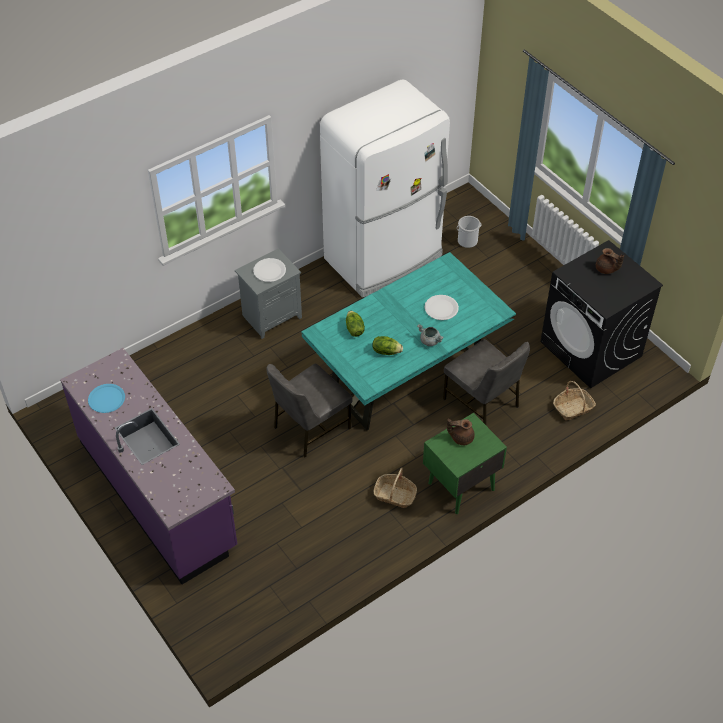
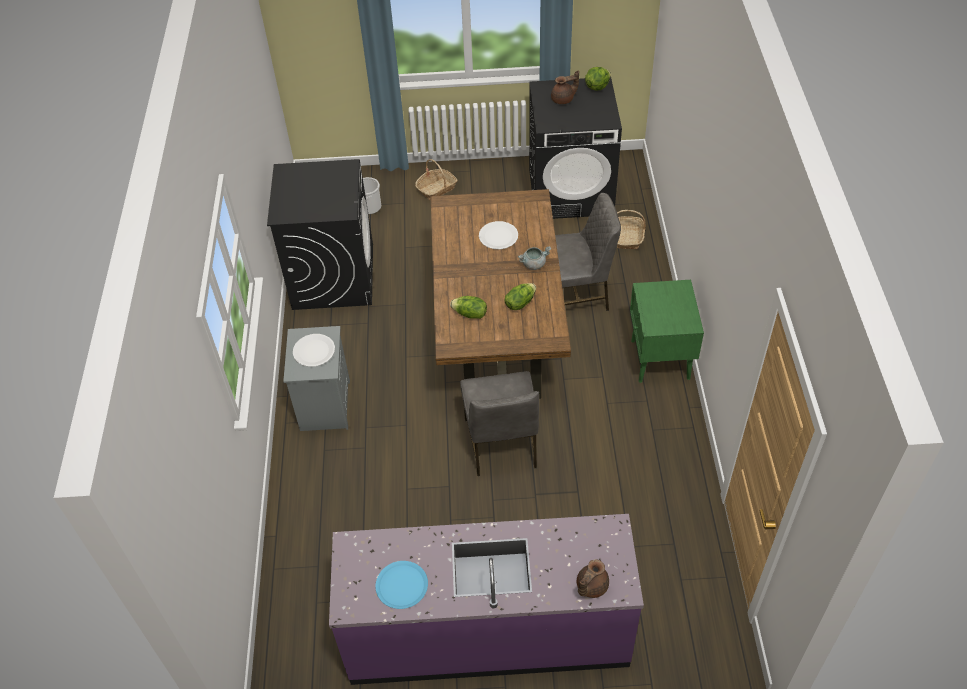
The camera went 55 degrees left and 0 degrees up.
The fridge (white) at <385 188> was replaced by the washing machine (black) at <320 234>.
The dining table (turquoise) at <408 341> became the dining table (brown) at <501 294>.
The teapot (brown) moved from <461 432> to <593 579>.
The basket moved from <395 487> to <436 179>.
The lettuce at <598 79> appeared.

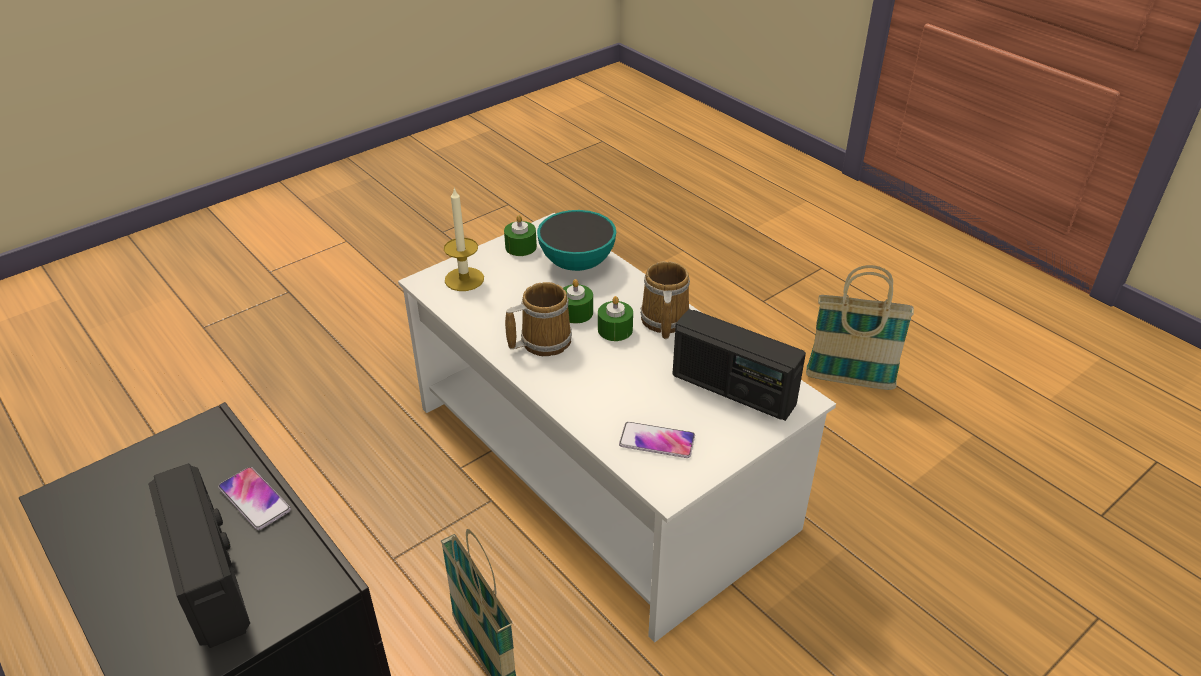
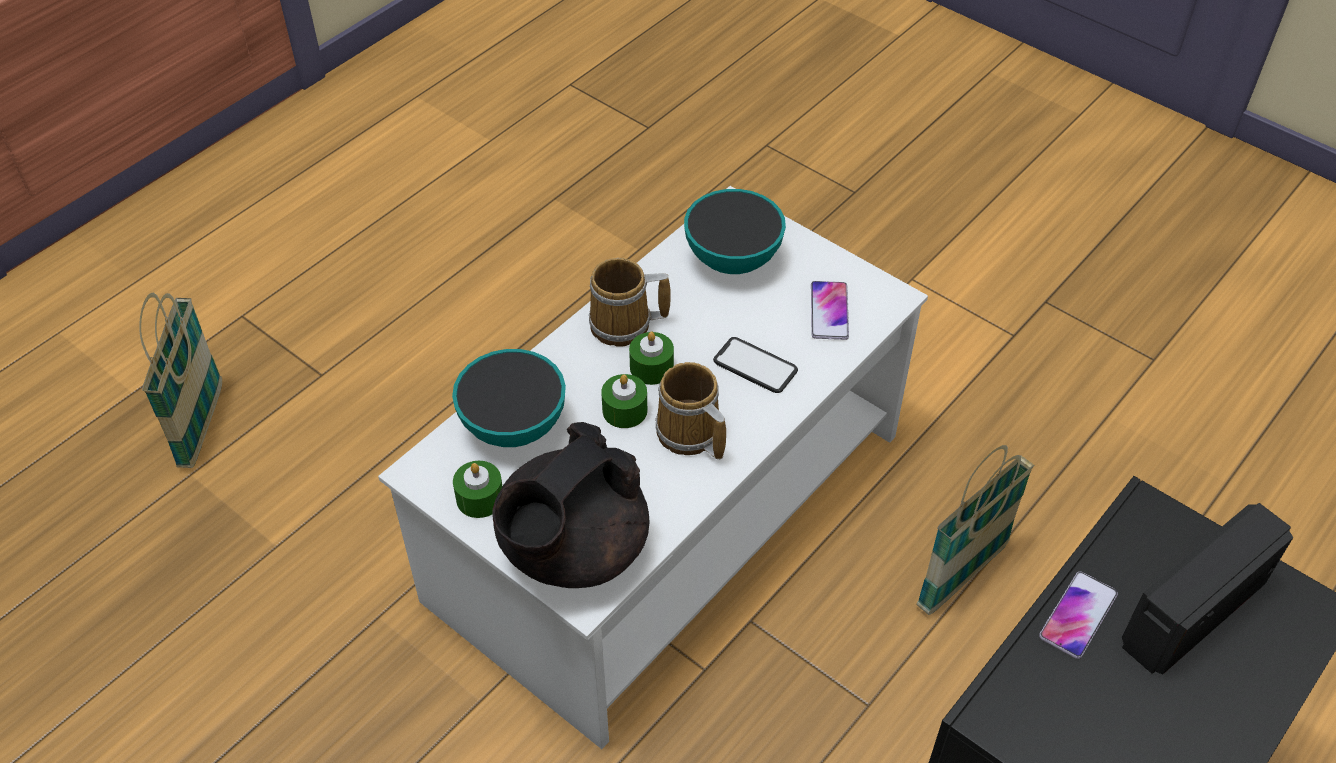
The camera went 100 degrees left and 10 degrees up.
The candle at <464 239> was replaced by the teapot (black) at <571 505>.
The basket moved from <860 327> to <180 380>.
The radio at <739 365> was replaced by the bowl at <735 231>.
The phone at <755 365> appeared.

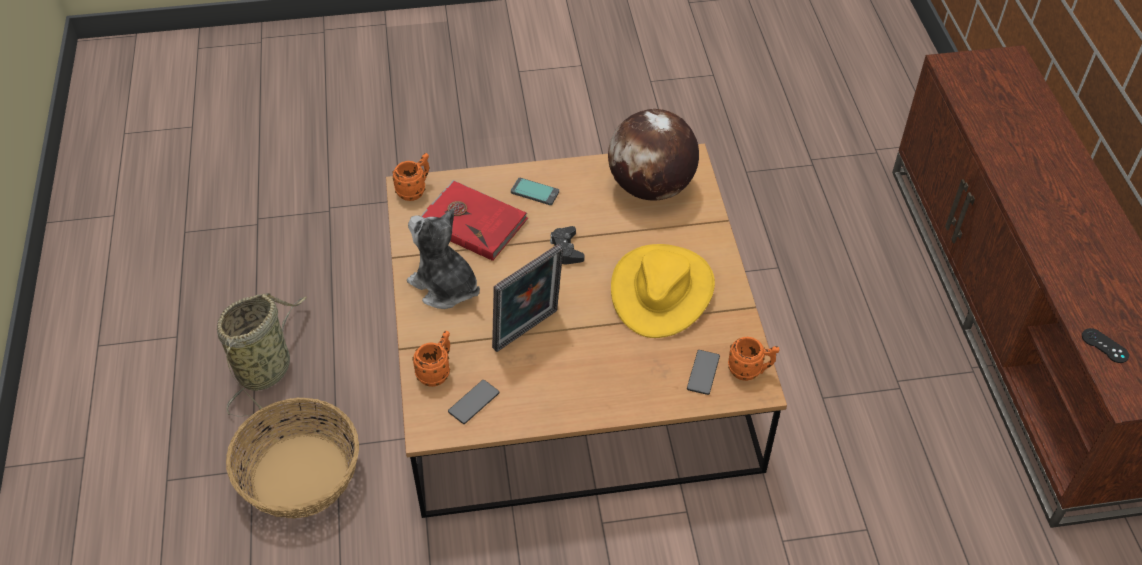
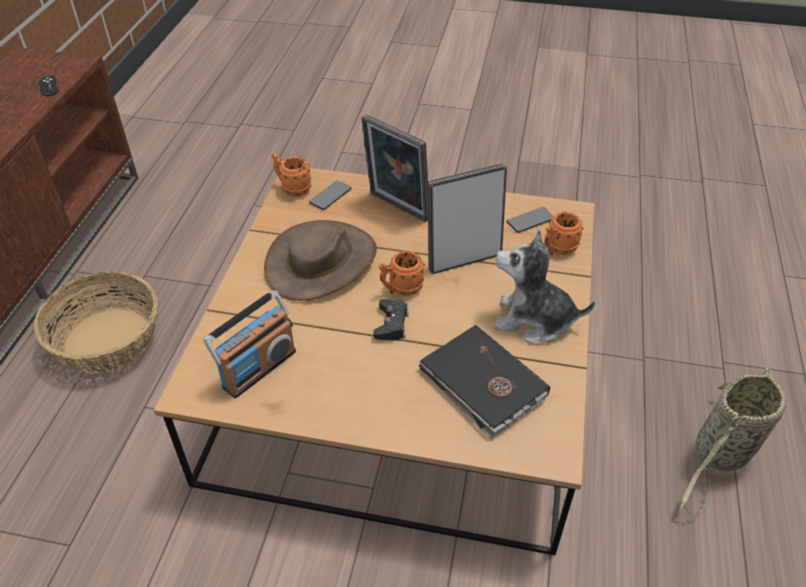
The camera went 160 degrees left and 5 degrees down.
The globe at <653 155> was replaced by the radio at <249 344>.
The mug (orange) moved from <411 177> to <401 273>.
The phone at <535 191> disappeared.
The book (red) at <474 220> became the book (black) at <484 381>.
The plush toy at <443 258> turned 135 degrees clockwise.
The hat (yellow) at <663 291> became the hat (brown) at <320 260>.
The basket moved from <292 457> to <96 322>.
The picture frame at <394 168> appeared.

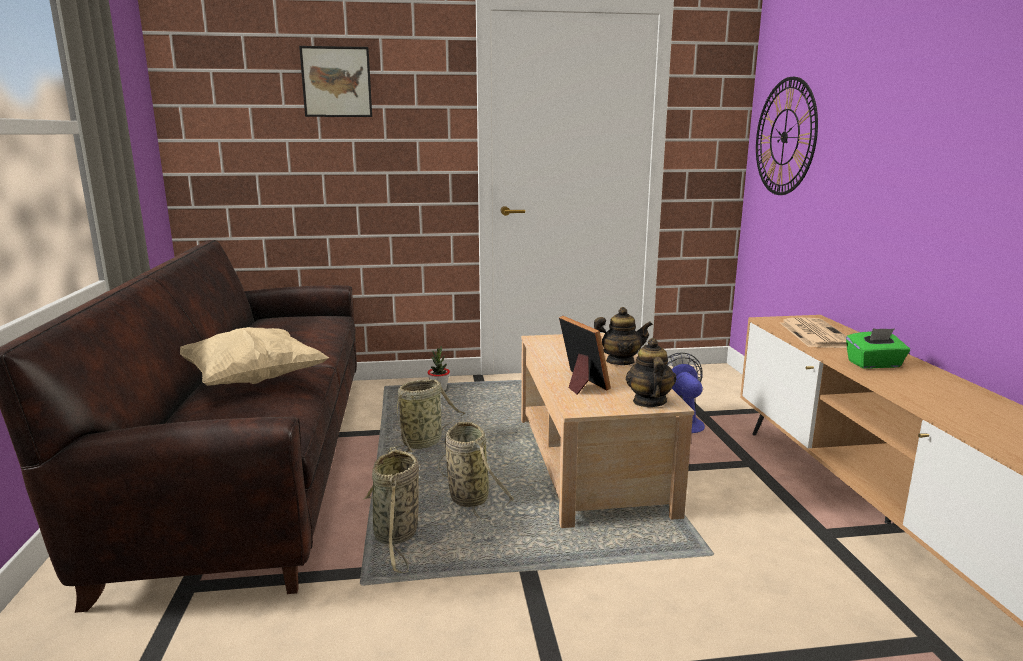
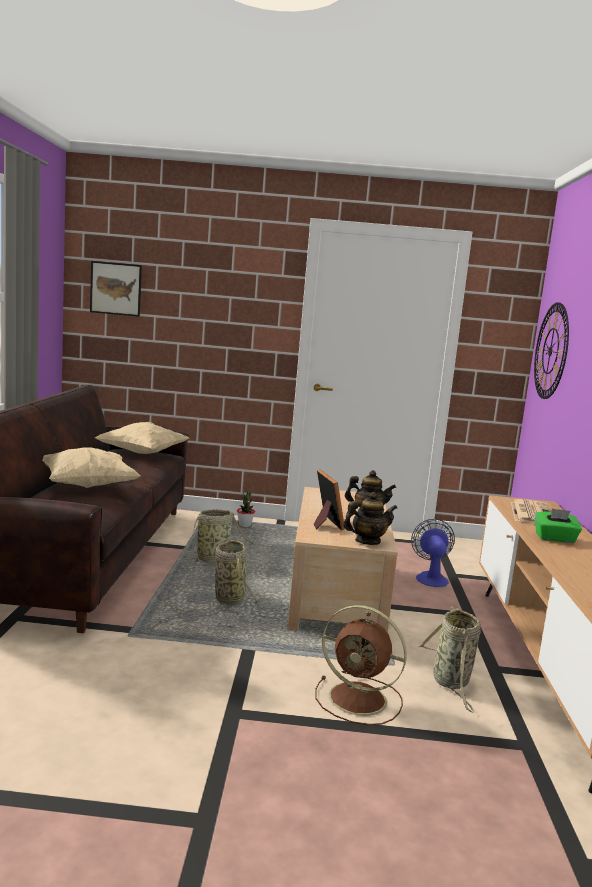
The camera went 10 degrees right and 5 degrees down.
The picture moved from <335 81> to <116 289>.
The teapot at <651 372> turned 60 degrees clockwise.
The basket moved from <391 510> to <450 659>.
The pillow (beige) at <142 438> appeared.
The fan (brown) at <361 665> appeared.

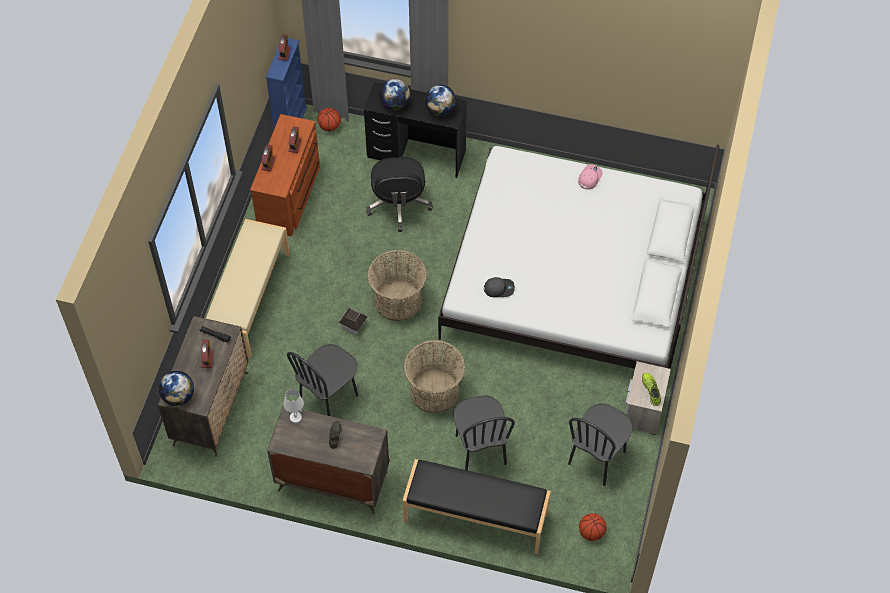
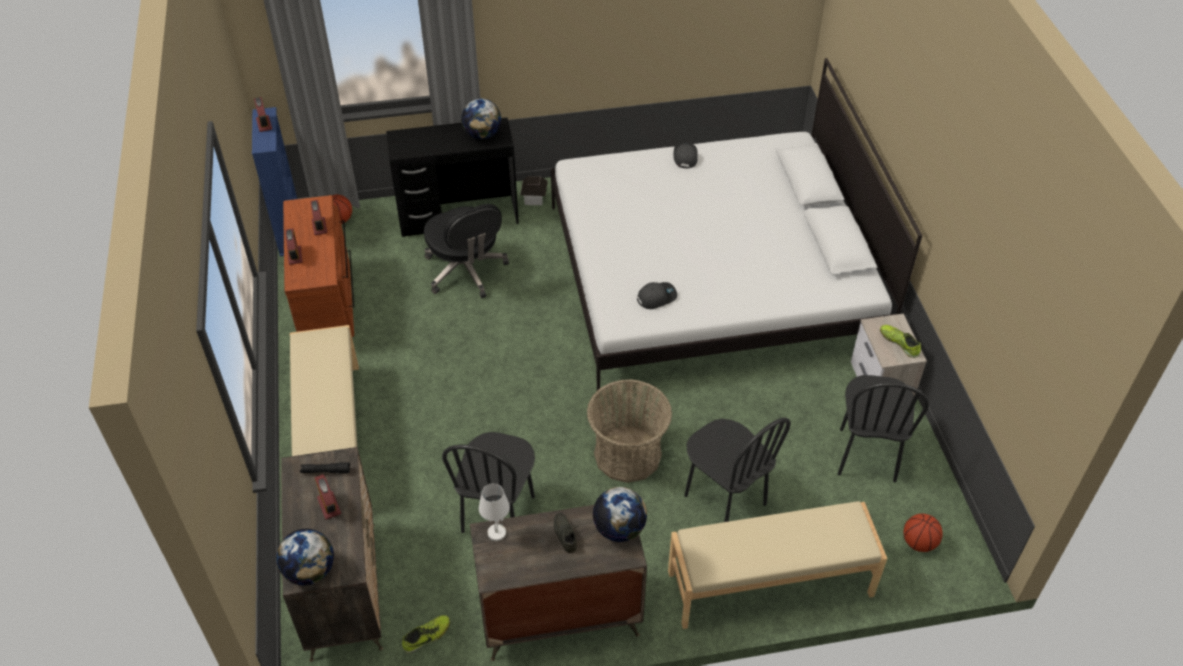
The camera went 25 degrees left and 10 degrees down.
The globe moved from <394 94> to <620 514>.
The cap (pink) at <590 176> became the cap (grey) at <685 155>.
The basket at <397 286> disappeared.
The toy house moved from <353 321> to <534 190>.
The bench (black) at <477 506> became the bench (beige) at <777 565>.
The shoe at <426 634> appeared.

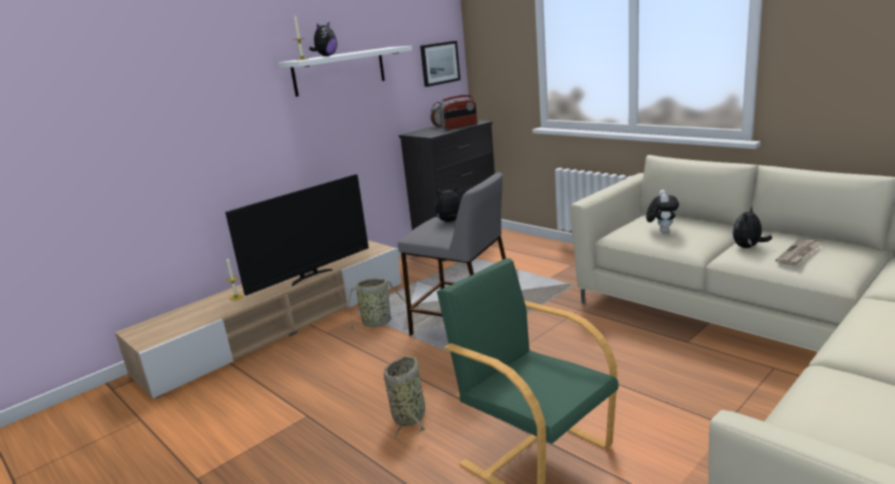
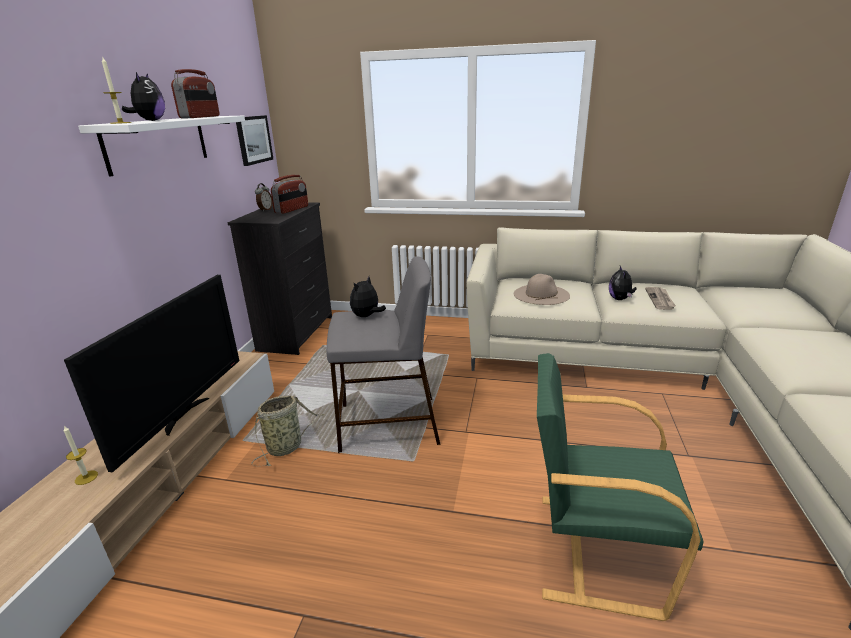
The camera went 35 degrees left and 5 degrees up.
The plush toy at <662 211> was replaced by the hat (beige) at <542 289>.
The basket at <405 398> disappeared.
The radio at <195 93> appeared.

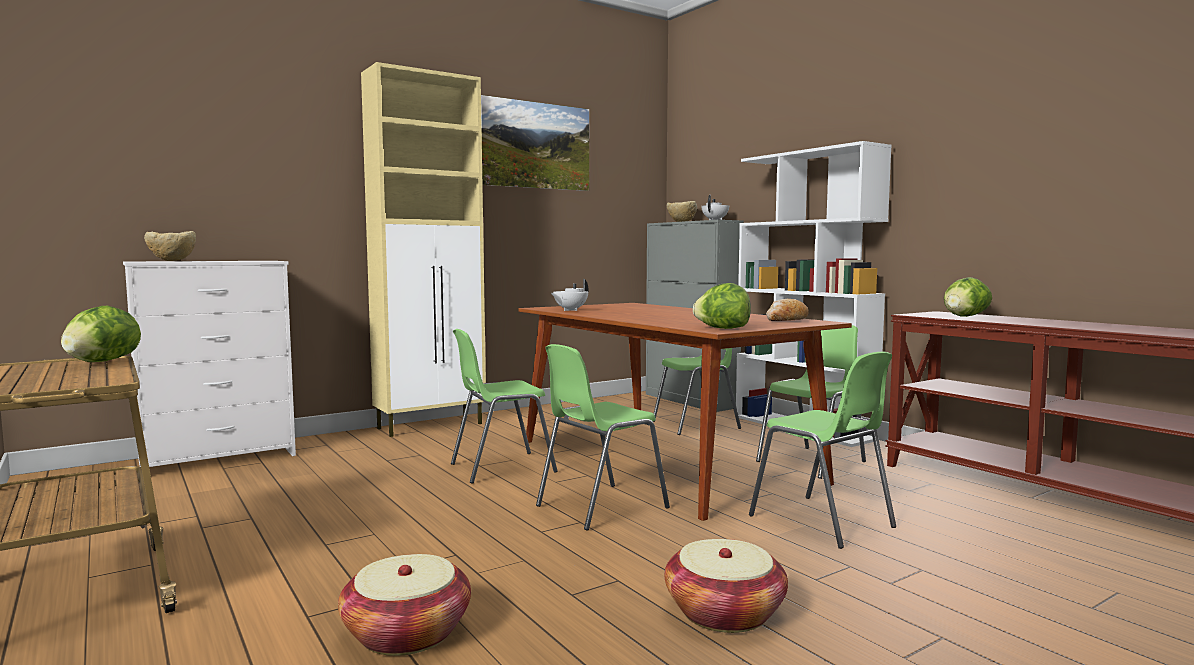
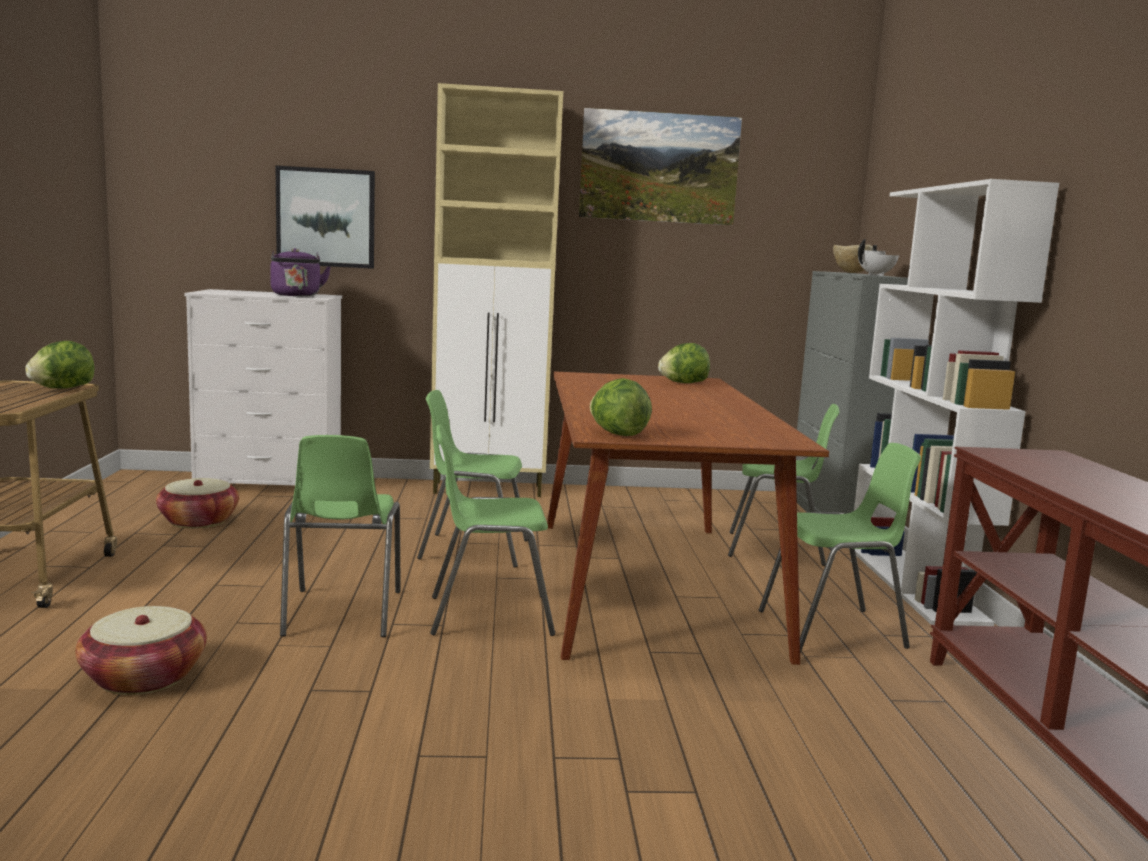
The camera went 30 degrees right and 5 degrees up.
The bowl (beige) at <170 246> disappeared.
The lettuce moved from <968 297> to <684 363>.
The teapot (white) at <569 295> disappeared.
The bread at <787 310> disappeared.
The chair (green) moved from <822 450> to <340 536>.
The basket moved from <726 586> to <197 503>.
The picture at <325 217> appeared.
The kettle (purple) at <300 272> appeared.

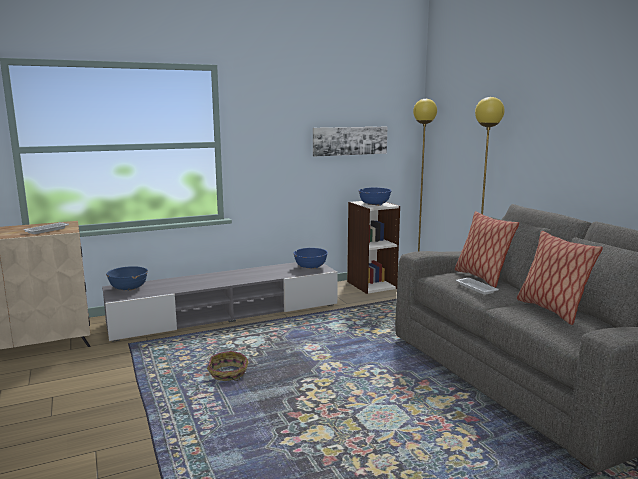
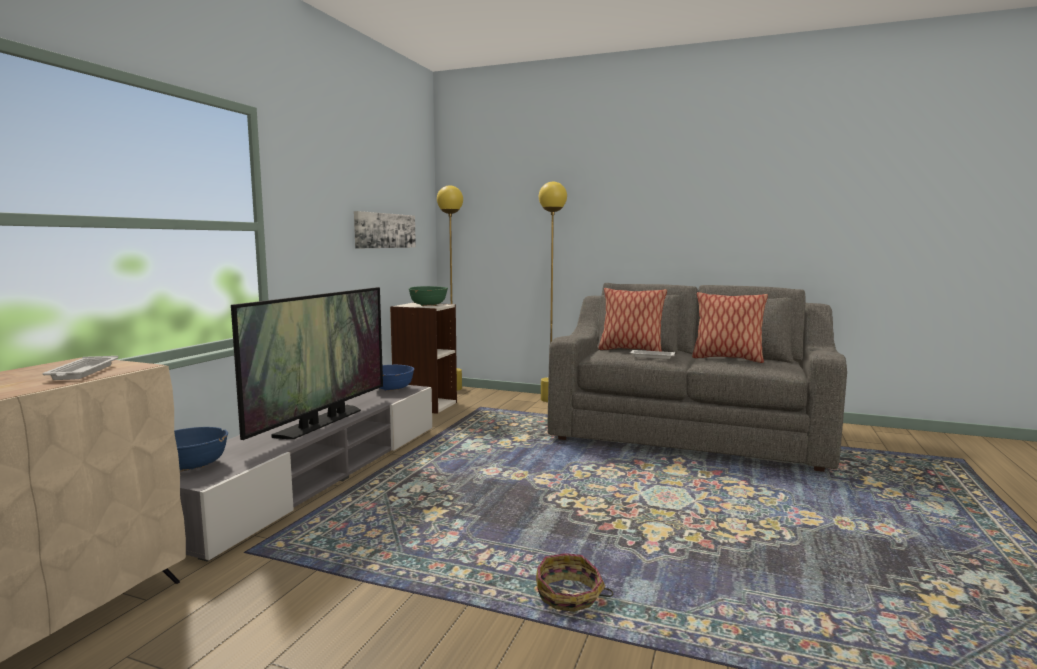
The camera went 45 degrees left and 5 degrees down.
The bowl (blue) at <375 197> became the bowl (green) at <428 296>.
The basket moved from <227 366> to <574 582>.
The television at <307 363> appeared.

